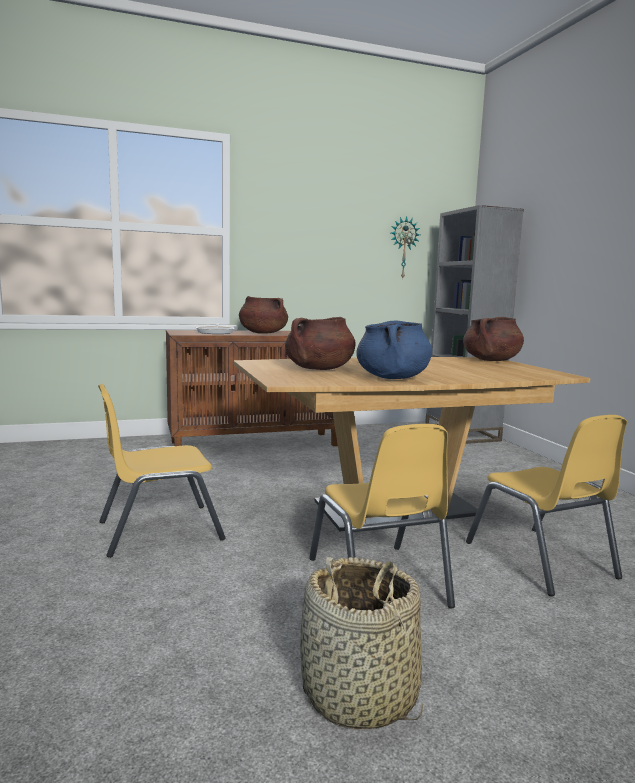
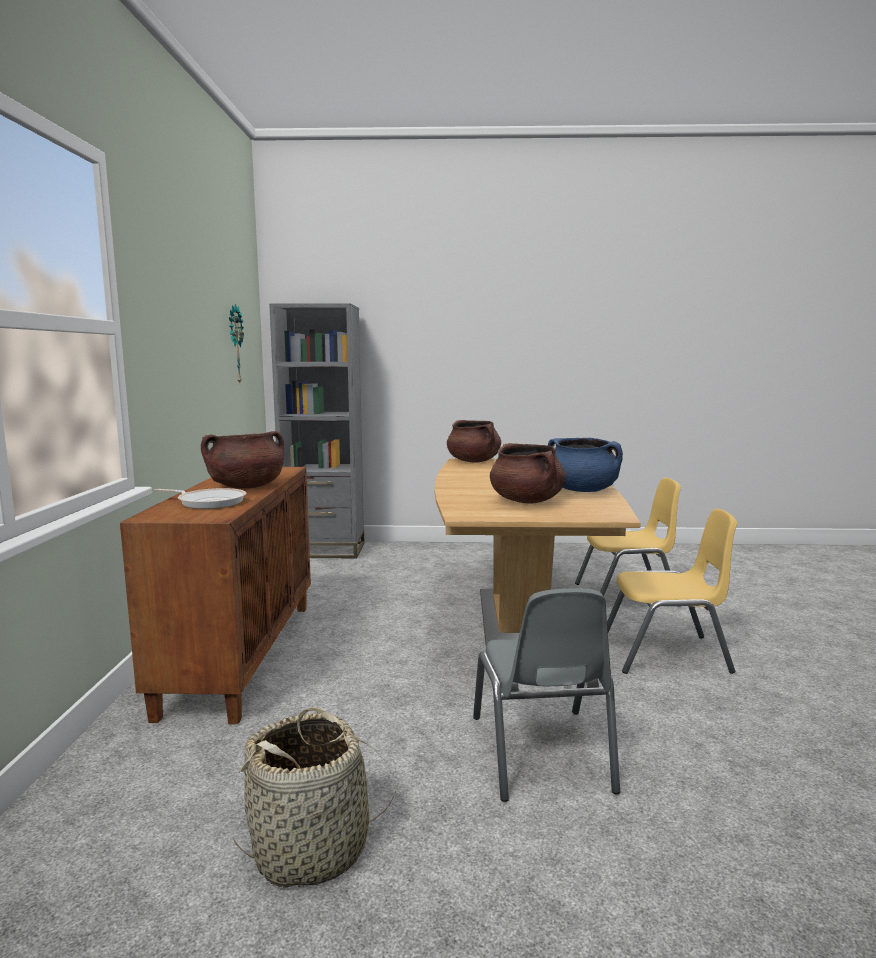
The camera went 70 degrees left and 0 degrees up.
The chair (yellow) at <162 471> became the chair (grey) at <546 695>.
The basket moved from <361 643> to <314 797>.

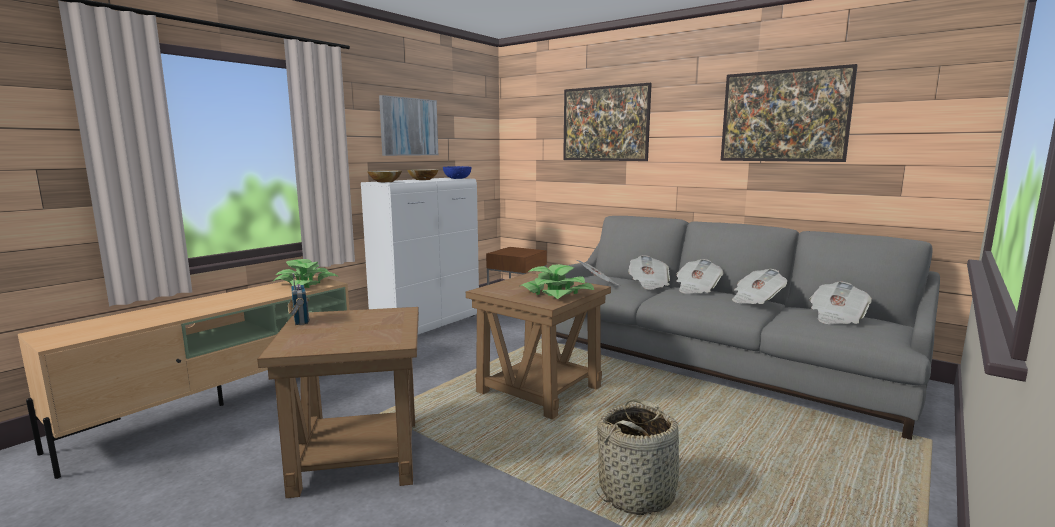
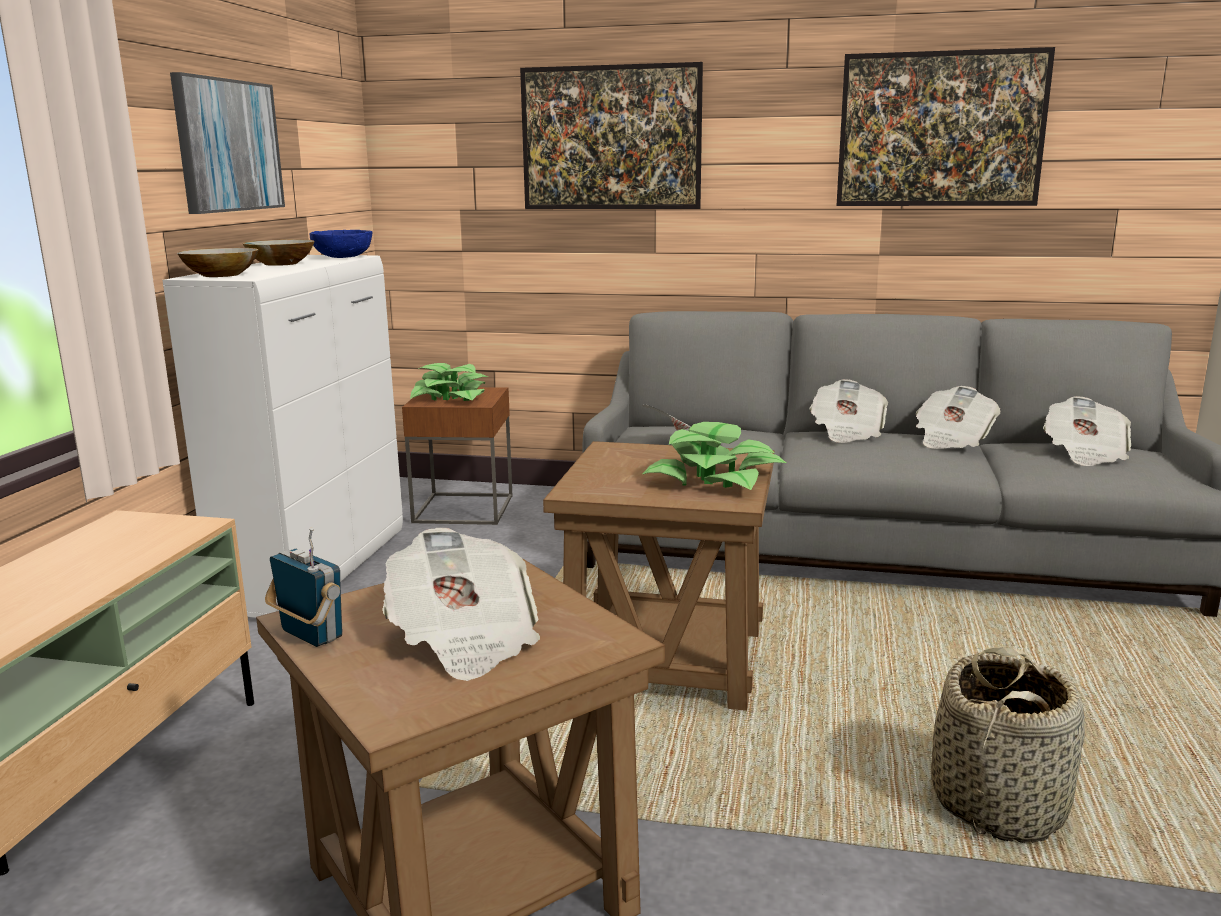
The camera went 25 degrees left and 5 degrees up.
The newspaper moved from <649 272> to <461 604>.
The potted plant moved from <305 273> to <449 382>.

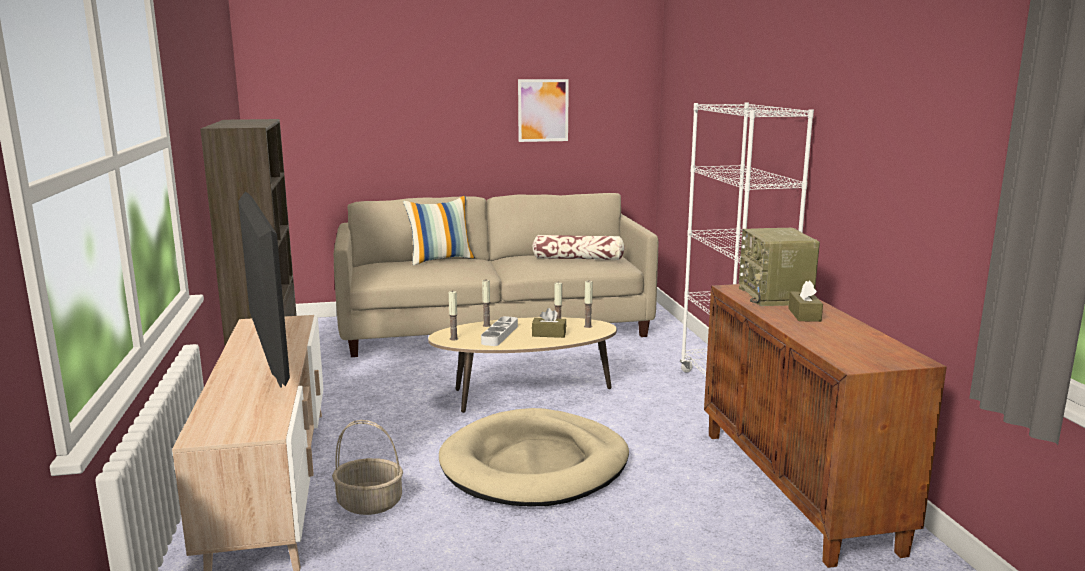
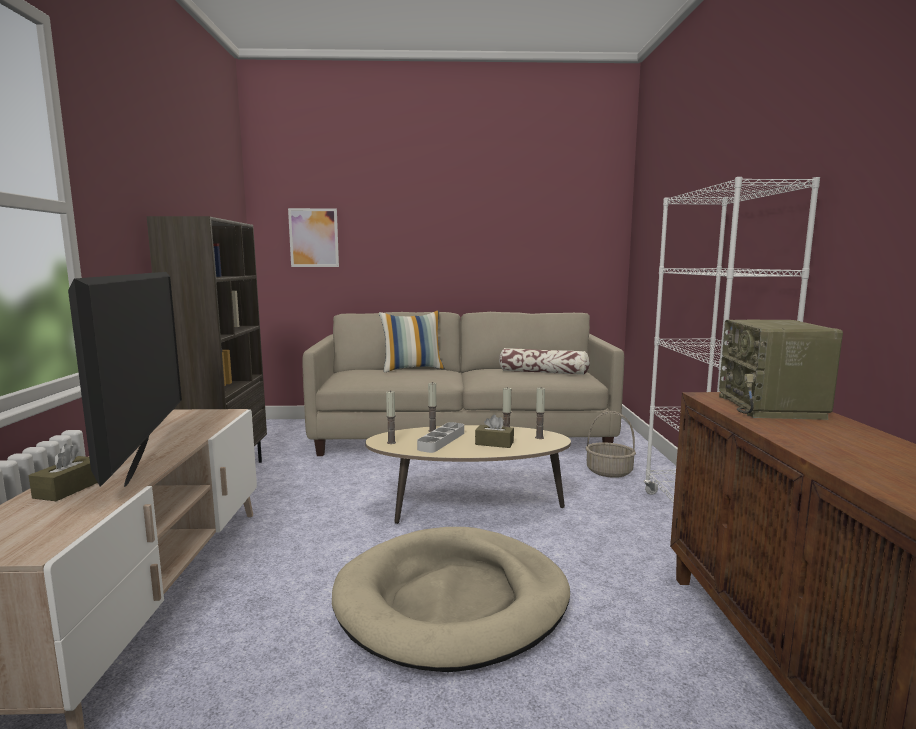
The camera went 10 degrees right and 5 degrees down.
The picture moved from <543 110> to <313 237>.
The tissue box (brown) moved from <805 301> to <63 472>.
The basket moved from <367 467> to <611 444>.

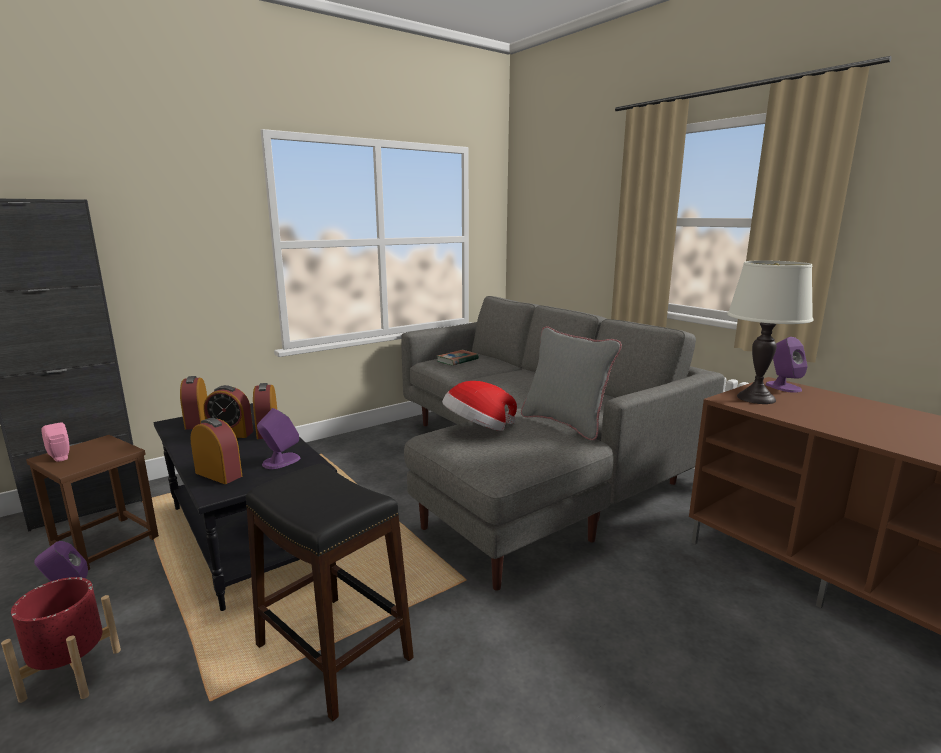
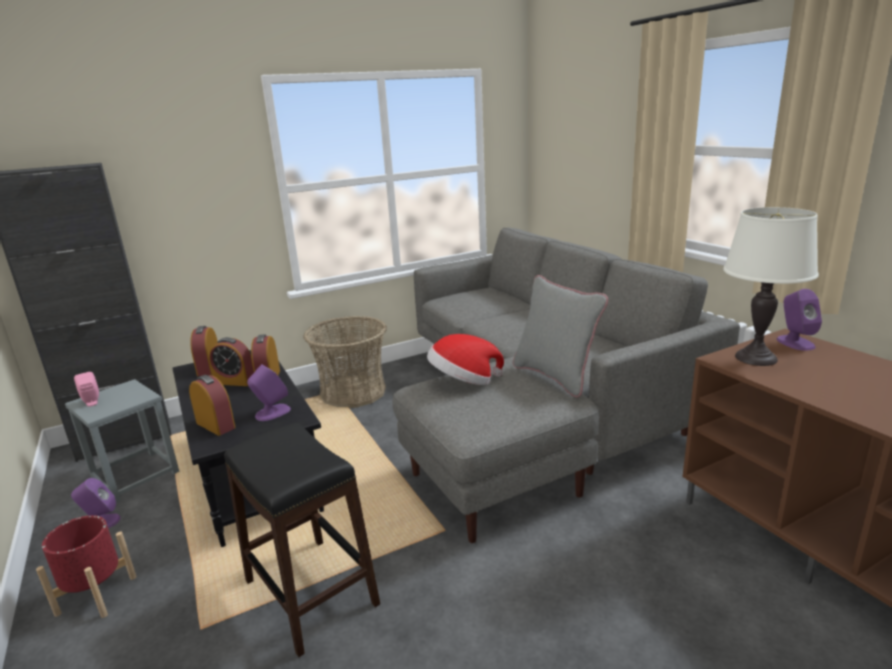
The camera went 10 degrees right and 5 degrees up.
The book at <458 357> disappeared.
The stool (brown) at <92 502> became the stool (grey) at <122 441>.
The basket at <345 362> appeared.

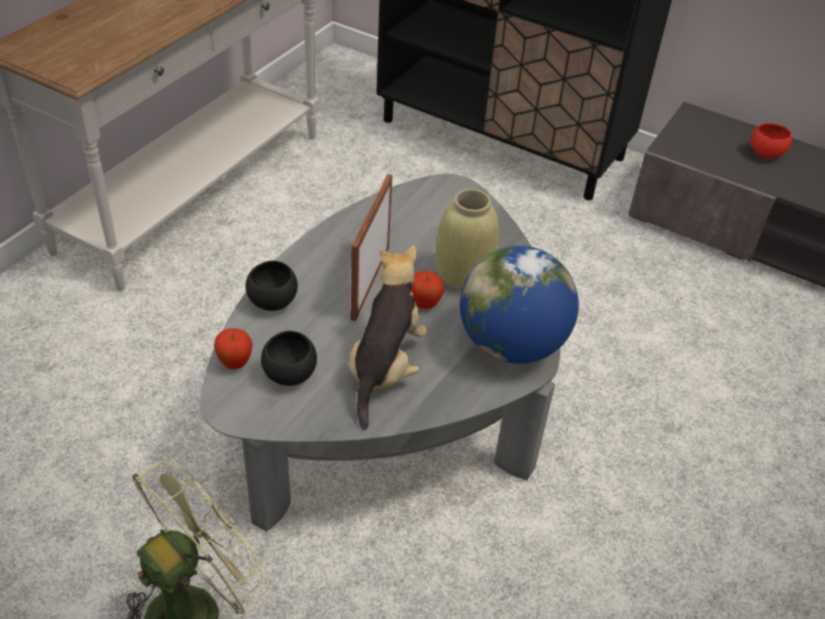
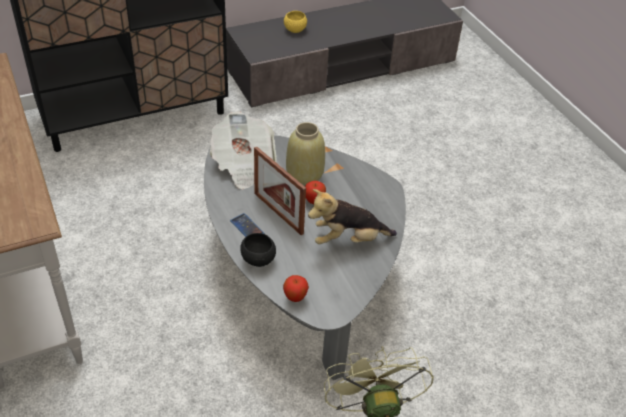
The camera went 55 degrees left and 0 degrees up.
The bowl (red) at <771 141> became the bowl (yellow) at <295 22>.
The plush toy at <388 337> turned 60 degrees counterclockwise.
The globe at <519 305> disappeared.
The bowl (black) at <289 358> disappeared.
The newspaper at <243 150> appeared.
The phone at <247 225> appeared.

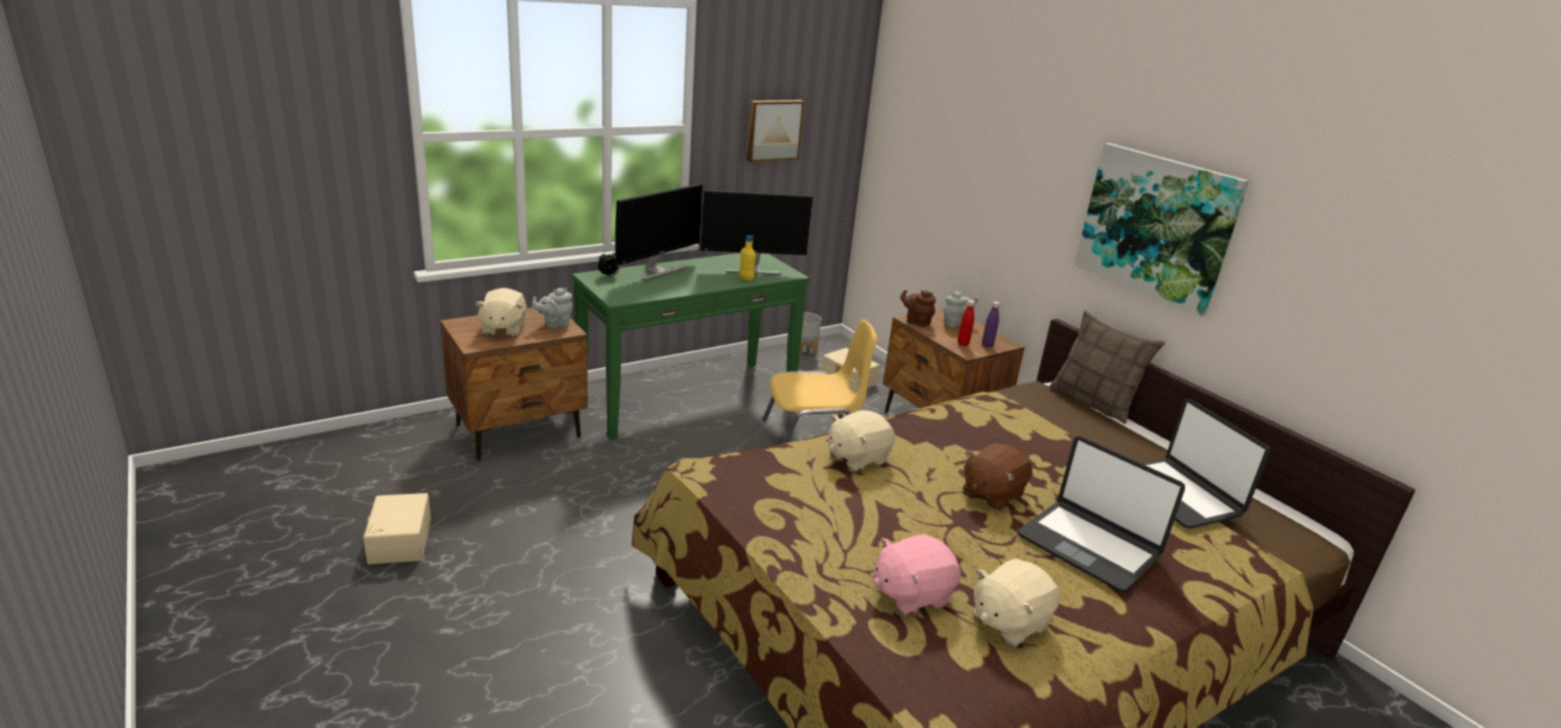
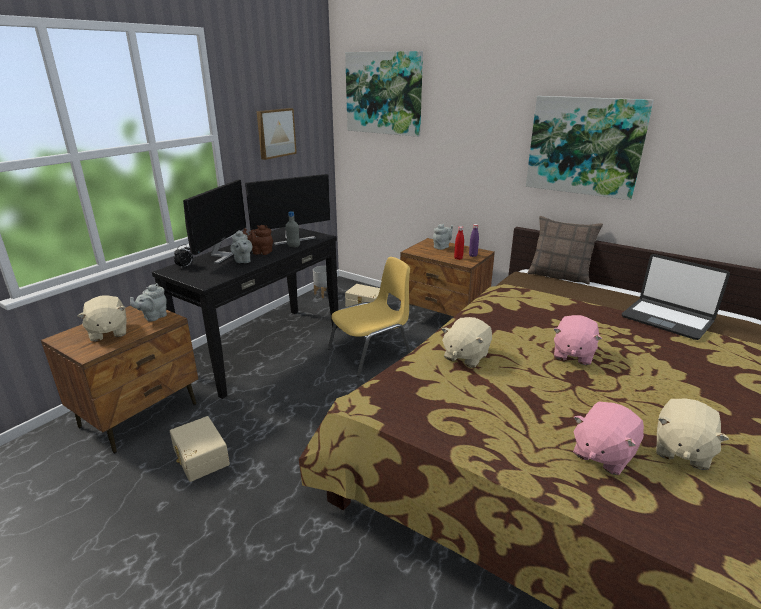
The camera went 20 degrees left and 0 degrees up.
The bottle (yellow) at <747 258> became the bottle (grey) at <292 229>.
The console table (green) at <690 346> became the console table (black) at <245 313>.
The teapot (brown) moved from <918 308> to <258 240>.
The laptop at <1101 514> disappeared.
The plush toy (brown) at <997 476> became the plush toy (pink) at <577 340>.
The storage box (beige) moved from <397 528> to <200 449>.
The picture at <384 94> appeared.
The teapot (grey) at <241 246> appeared.

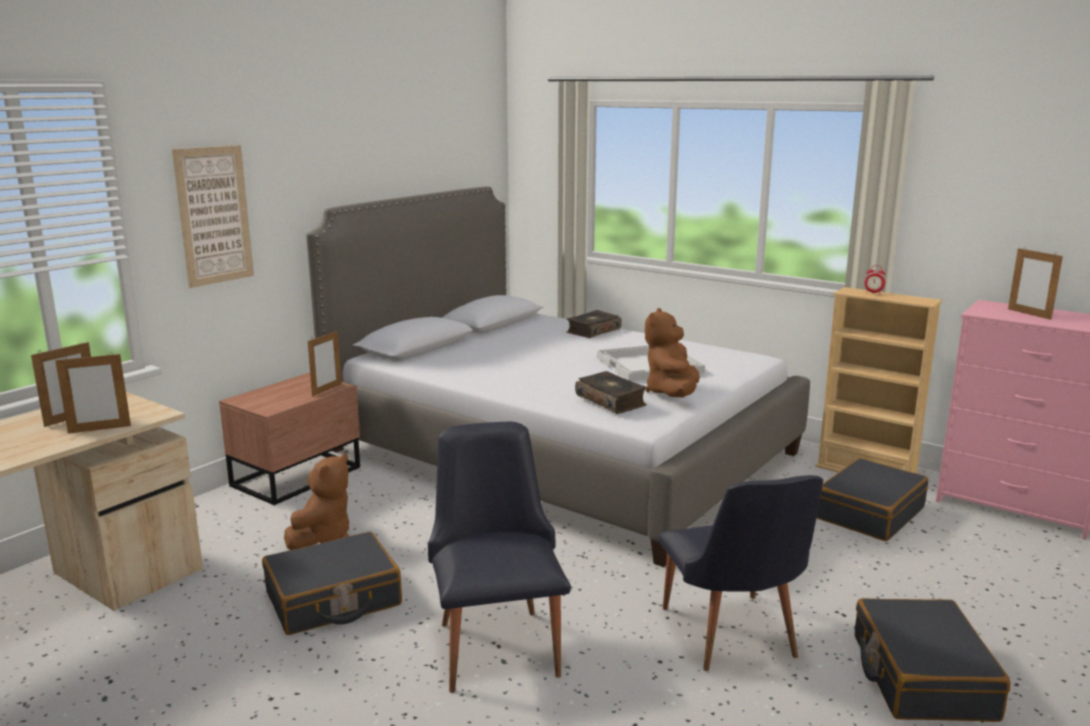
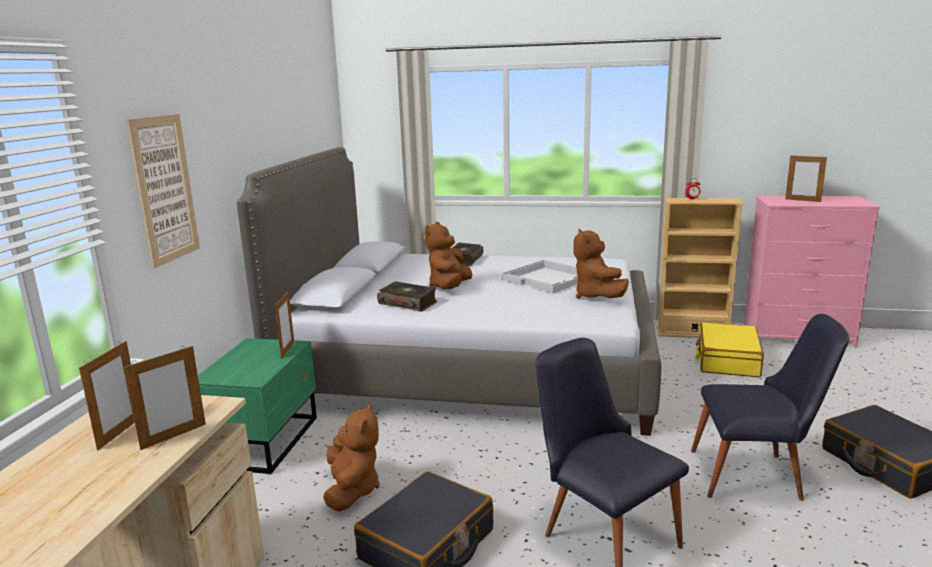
The camera went 25 degrees left and 0 degrees up.
The book moved from <611 392> to <407 296>.
The nightstand (brown) at <289 439> became the nightstand (green) at <257 406>.
The suitcase (black) at <872 499> became the suitcase (yellow) at <730 349>.
The chair (black) at <741 573> turned 45 degrees counterclockwise.
The plush toy (brown) at <448 255> appeared.

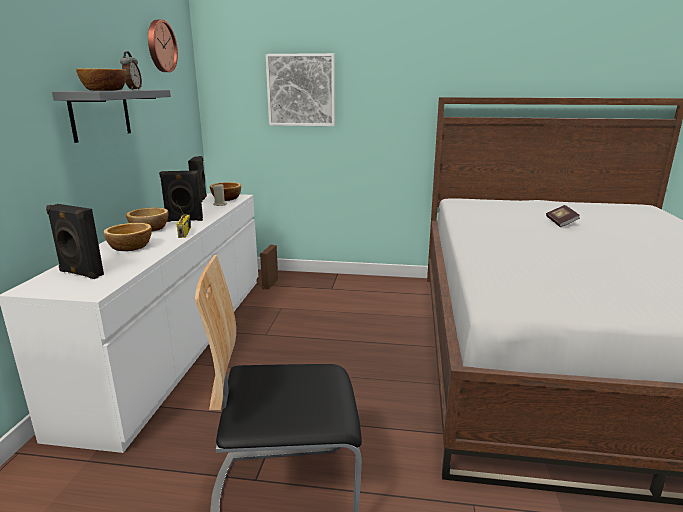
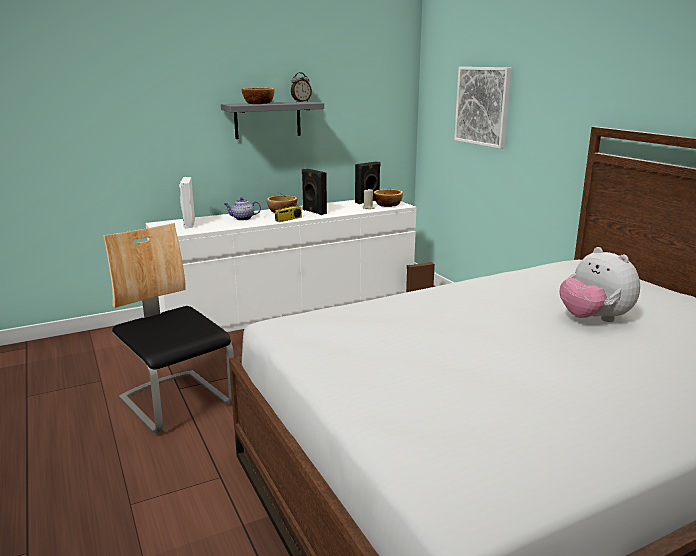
The camera went 55 degrees right and 0 degrees up.
The wall clock at <163 46> disappeared.
The speaker (black) at <75 241> became the speaker (white) at <187 203>.
The book at <563 216> was replaced by the plush toy at <600 284>.
The bowl at <128 237> was replaced by the teapot at <242 208>.

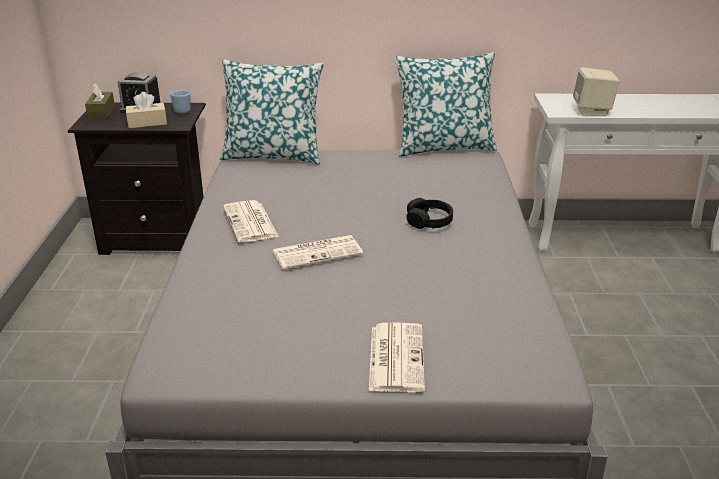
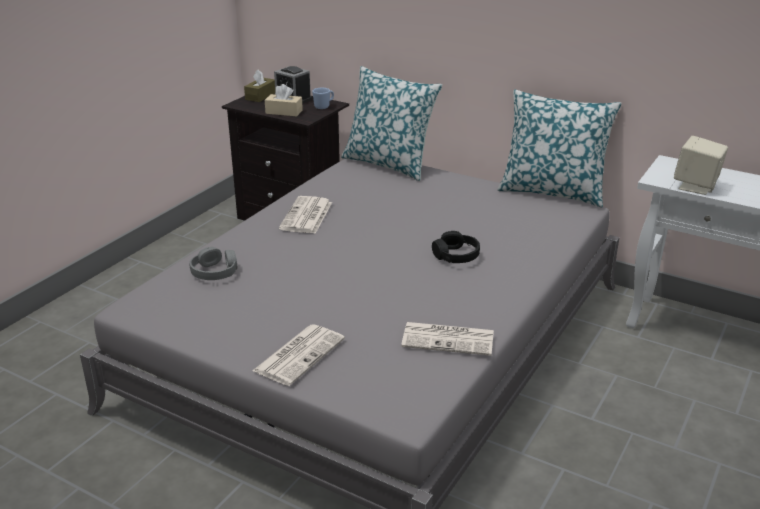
The camera went 30 degrees right and 0 degrees up.
The newspaper moved from <318 252> to <447 339>.
The headphones (grey) at <213 263> appeared.

